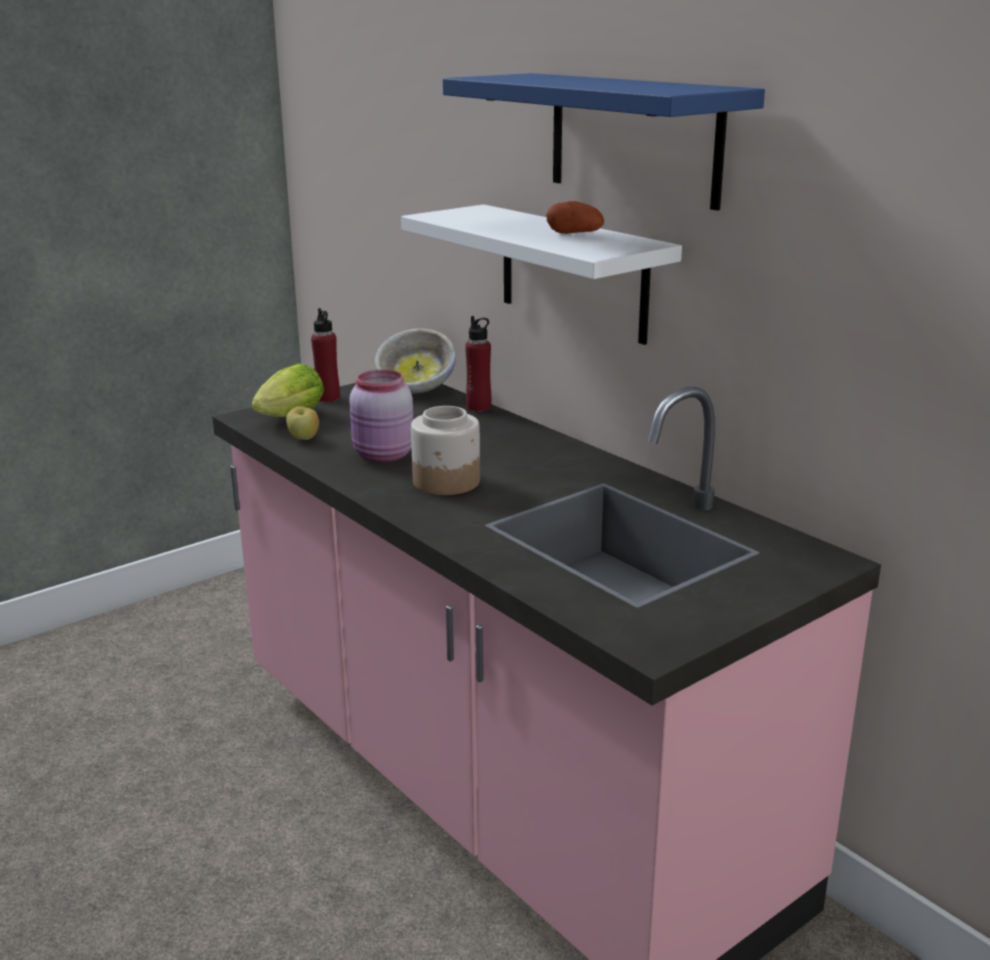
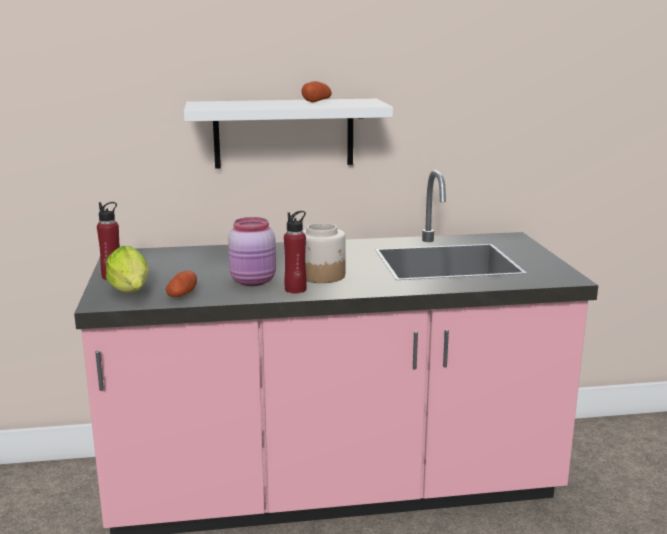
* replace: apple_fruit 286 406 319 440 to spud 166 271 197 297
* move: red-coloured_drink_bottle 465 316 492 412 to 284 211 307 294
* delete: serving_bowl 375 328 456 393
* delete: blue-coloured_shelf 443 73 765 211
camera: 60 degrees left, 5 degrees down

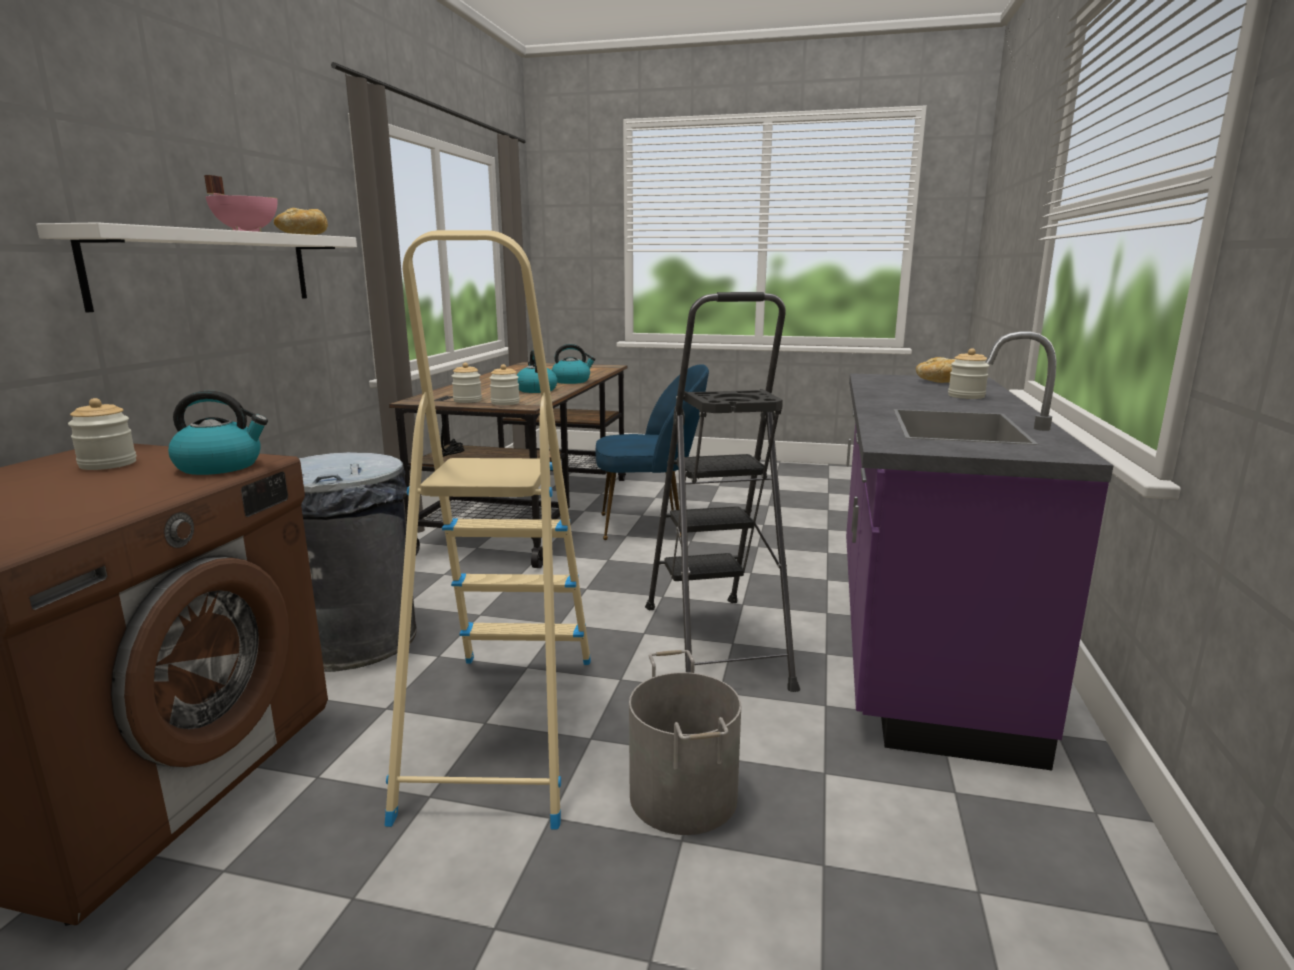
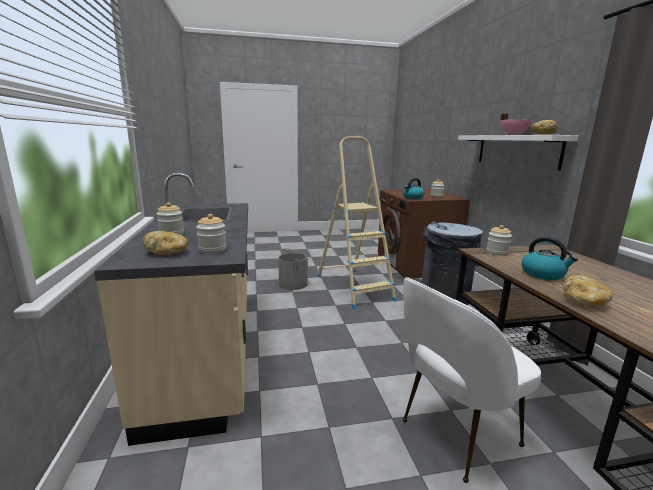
* recolor: purplish_counter 846 331 1114 770 to beige-coloured_counter 94 173 248 446
* move: storage_jar 452 363 482 403 to 196 214 226 253
* recolor: blue-coloured_plain_chair 596 364 709 540 to whitish_plain_chair 403 277 541 483
* replace: water_kettle 552 344 596 384 to bread 563 275 613 307
* delete: stepladder 645 292 800 692
camera: 155 degrees right, 0 degrees up

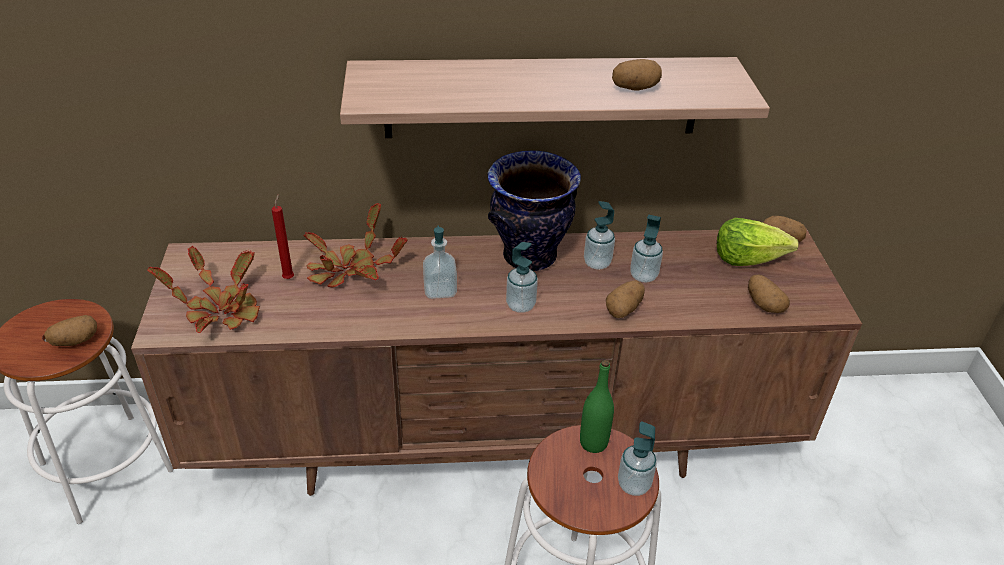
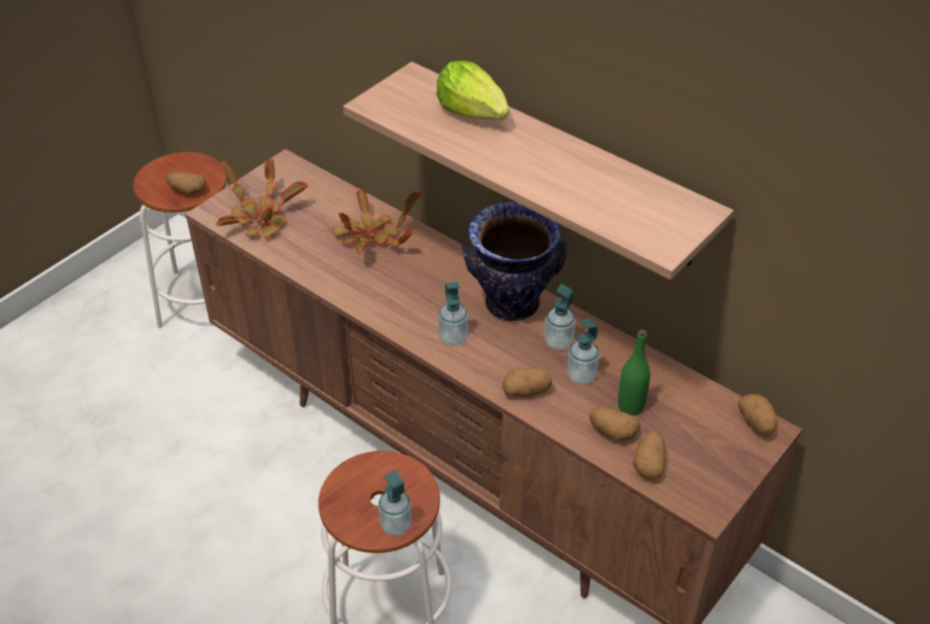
* move: lettuce_head 717 218 799 266 to 436 61 510 120
* move: spud 612 59 662 91 to 589 406 640 441
* move: green_drink_bottle 580 360 614 453 to 618 329 650 415
* delete: red-coloured_candle 272 194 294 279
* delete: soap_bottle 423 225 457 299
camera: 45 degrees right, 5 degrees up

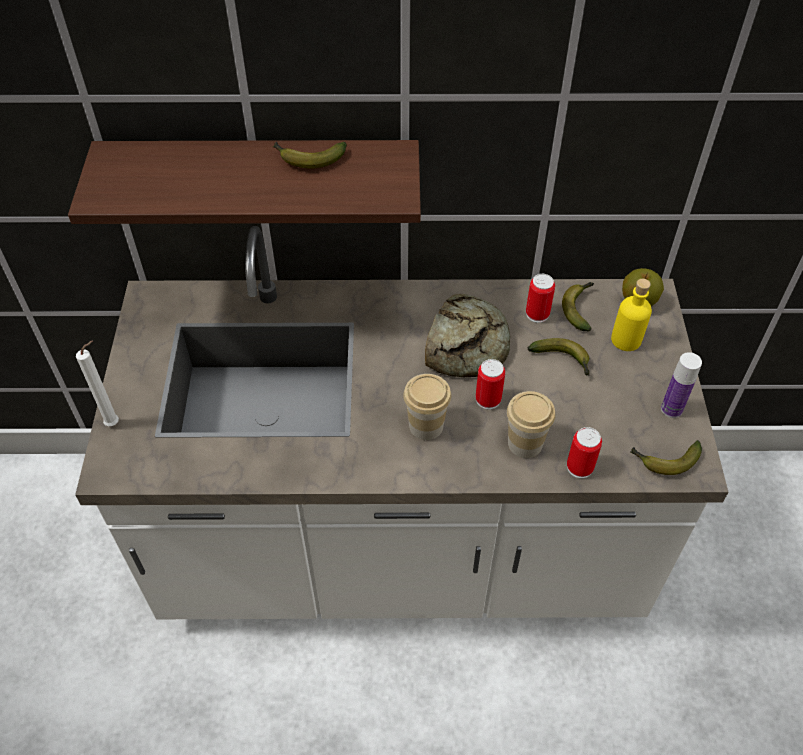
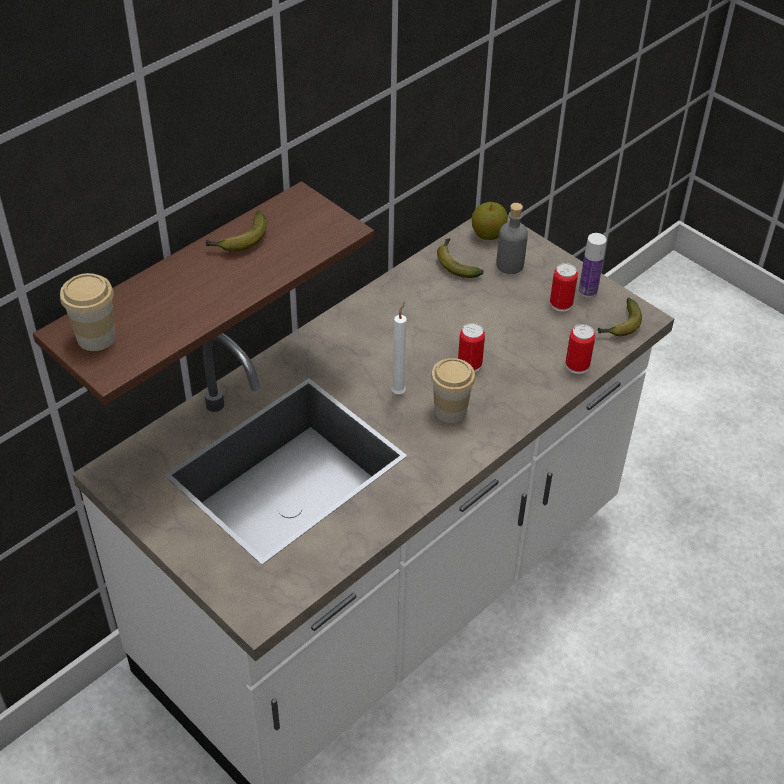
* move: small_cup 507 391 555 458 to 60 273 116 351
* move: whitish_candle 76 341 119 426 to 391 301 407 394
* recolor: yellowish_drink_bottle 611 279 652 351 to greyish_drink_bottle 496 203 528 274
* move: can 526 274 555 323 to 550 263 578 312
* delete: bread 425 294 510 377
* delete: banana 528 338 589 376
camera: 45 degrees left, 5 degrees down

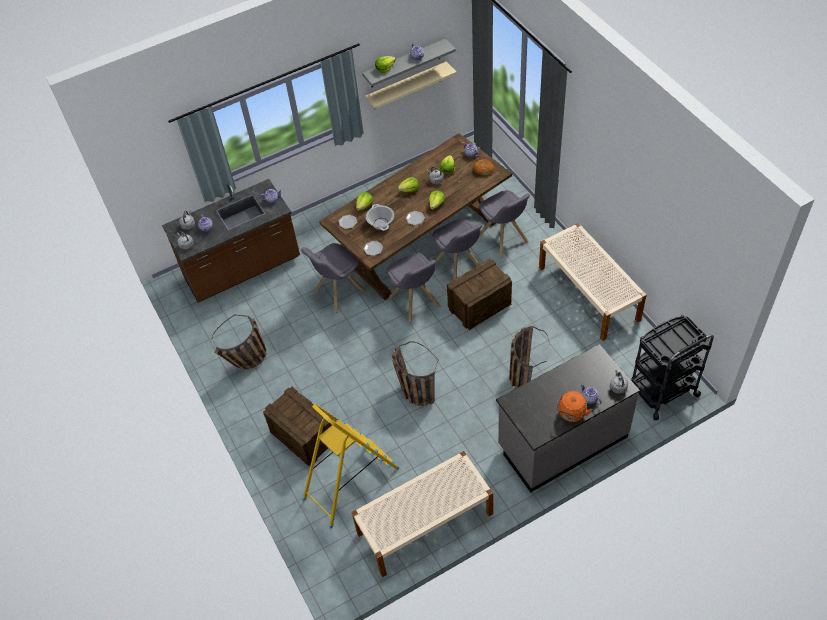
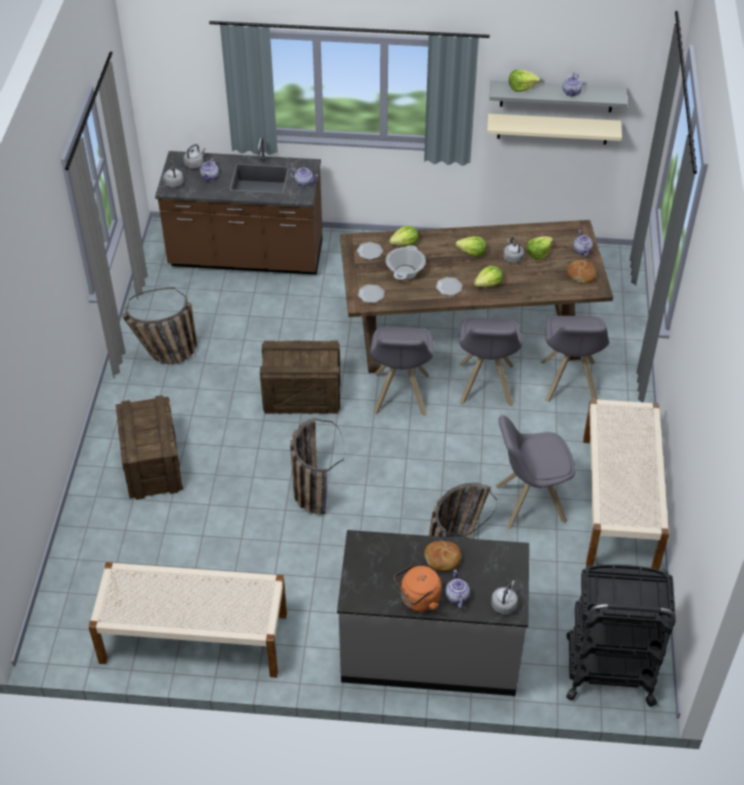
* move: crate 447 259 512 330 to 260 340 341 414
* insert: bread 424 541 461 571
* move: greyish_plain_chair 301 243 366 313 to 495 415 575 529
* delete: yellowish_stepladder 303 404 399 529
camera: 30 degrees right, 5 degrees down

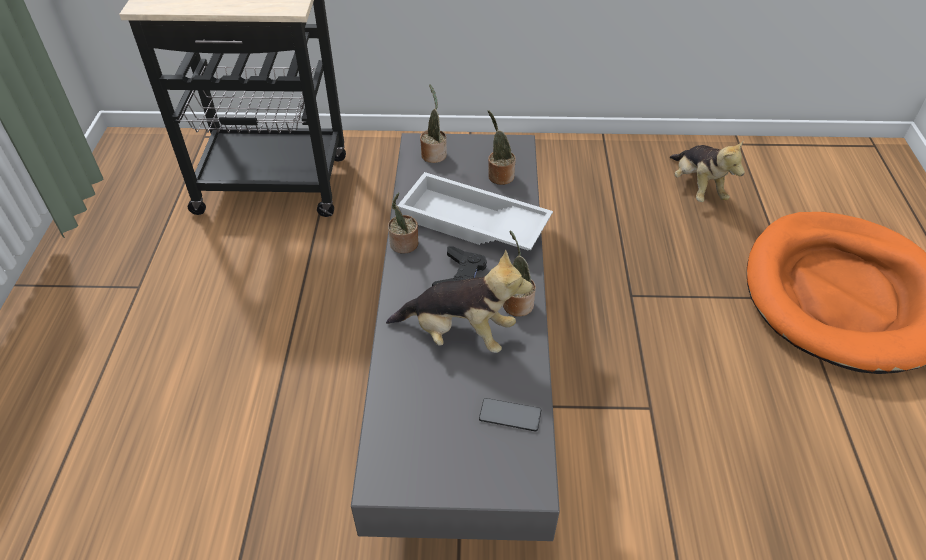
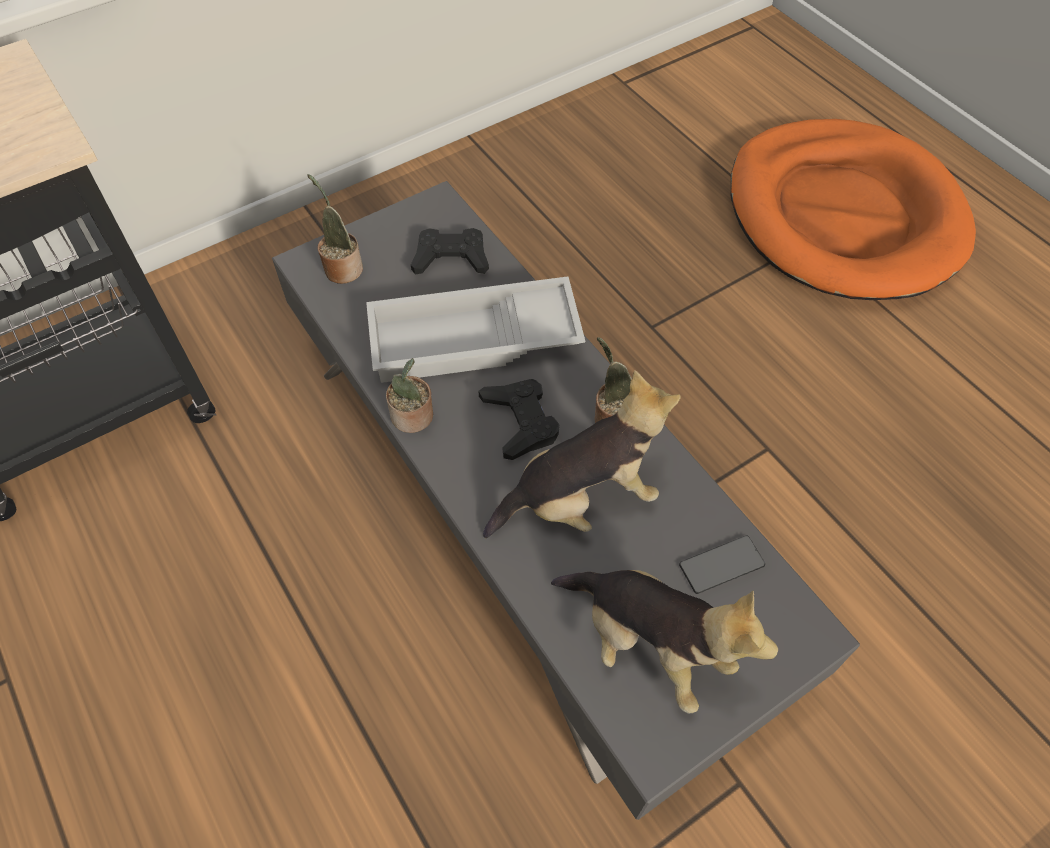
* replace: potted_plant 488 110 516 185 to black_game_controller 411 228 489 274
* move: cuddly_toy 670 140 745 202 to 551 570 778 713
camera: 35 degrees left, 10 degrees up

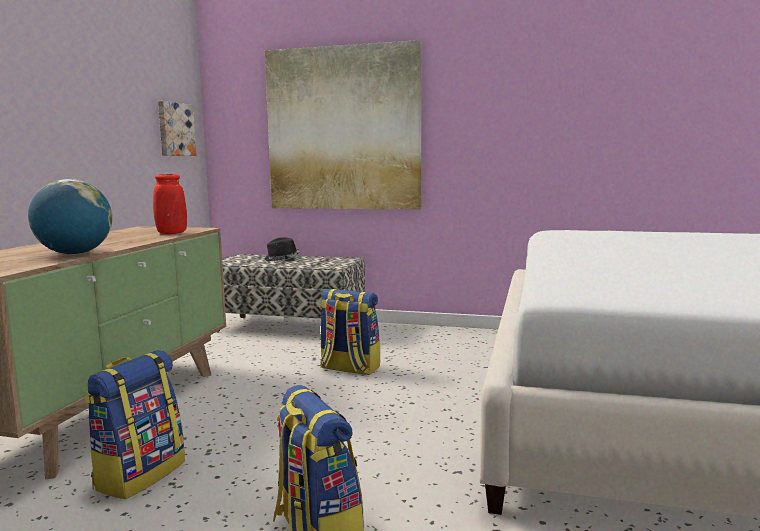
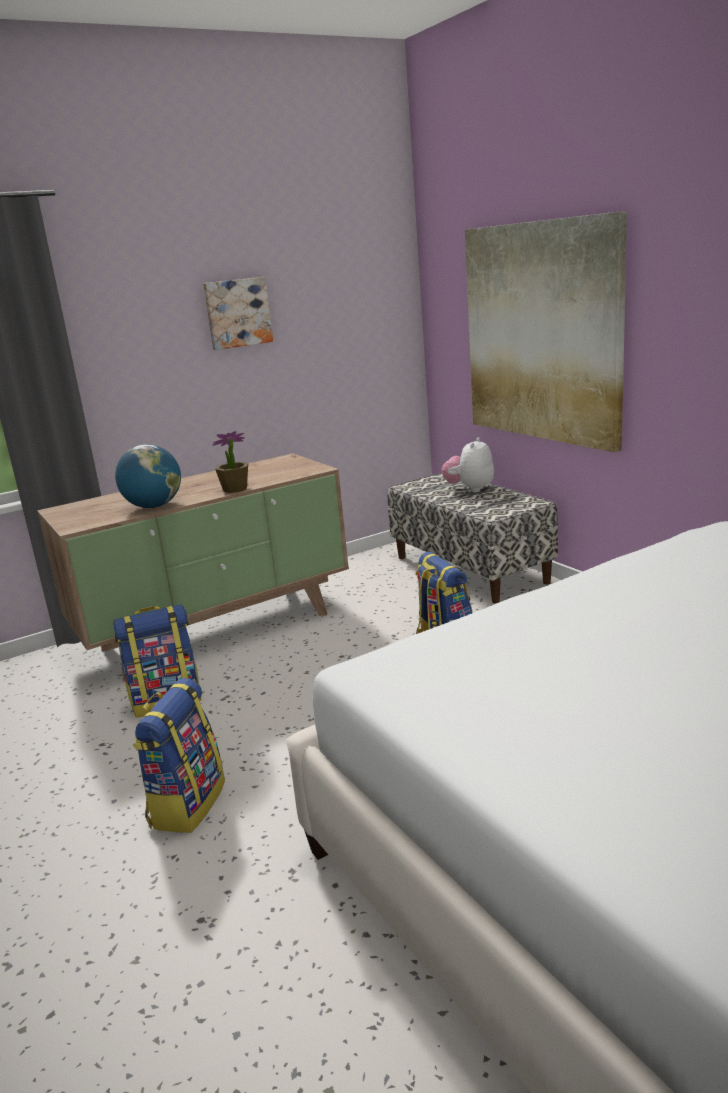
* move: wall_art 158 101 196 156 to 203 277 273 350
* insert: potted_plant 212 431 248 493
* replace: black_clothing_hat 264 237 300 262 to cuddly_toy 442 437 494 492
* delete: red-coloured_decorative_vase 153 174 187 234
camera: 45 degrees right, 10 degrees up

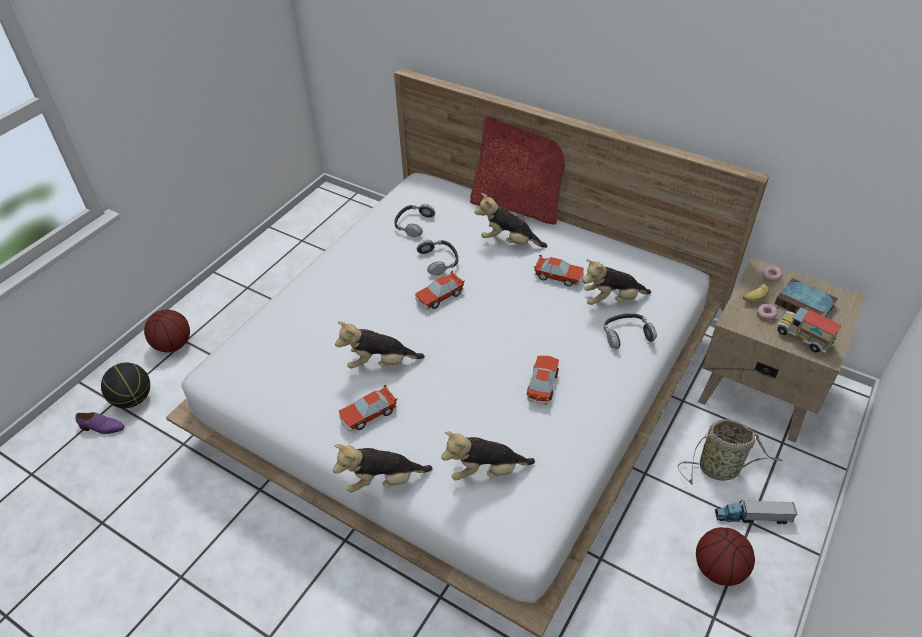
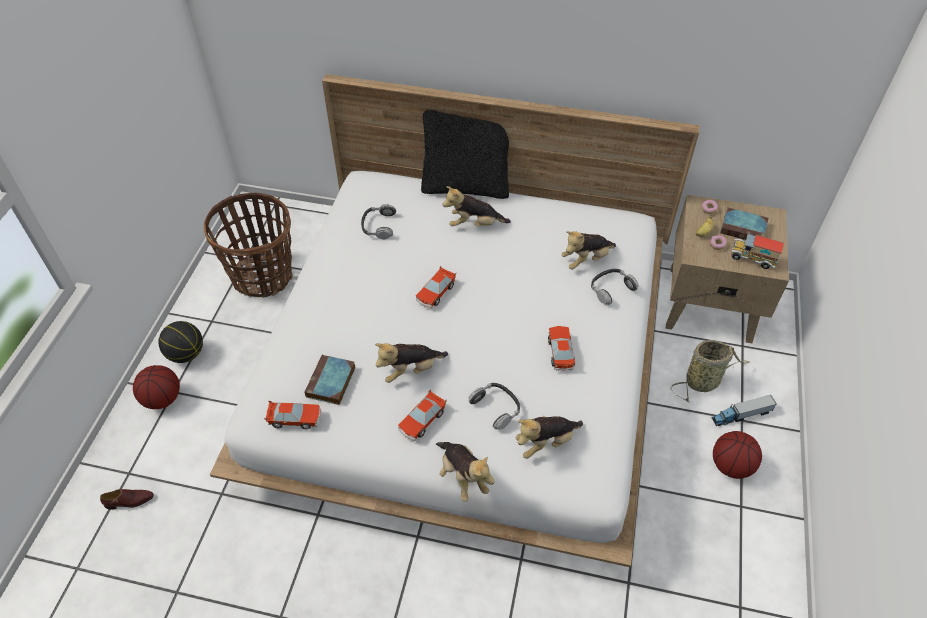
* recolor: purplish_item_of_footwear 76 412 125 434 to brownish_item_of_footwear 100 489 154 510
* move: basketball_ball 101 363 150 408 to 158 321 203 363
* insert: storage_basket 204 193 293 298
* move: toy_car 534 255 584 287 to 264 401 321 430
* insert: volume 304 355 355 405
* recolor: red-coloured_throw_pillow 470 117 565 225 to black_throw_pillow 421 110 509 199
* rotate: cuddly_toy 333 444 433 493 = 436 442 495 502 90 degrees counterclockwise
* move: pair_of_headphones 417 240 458 276 to 469 383 520 430
camera: 20 degrees left, 5 degrees up

